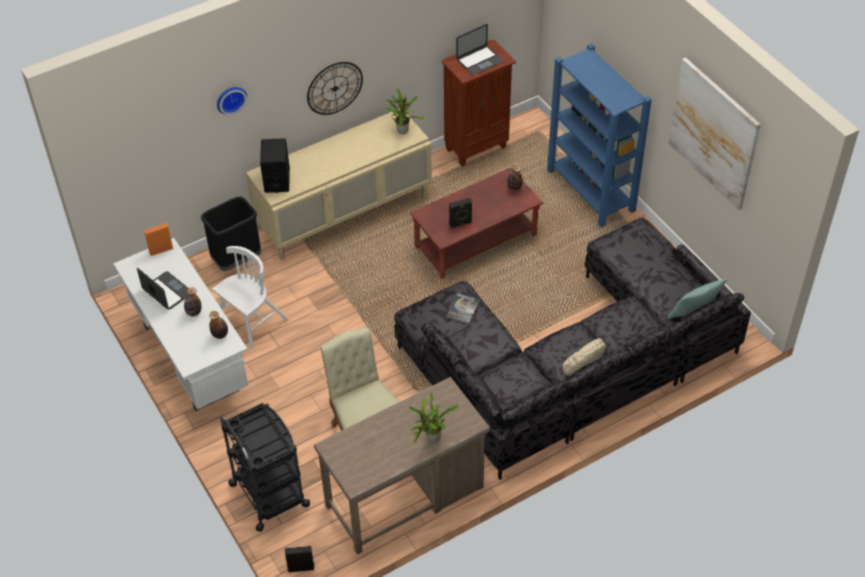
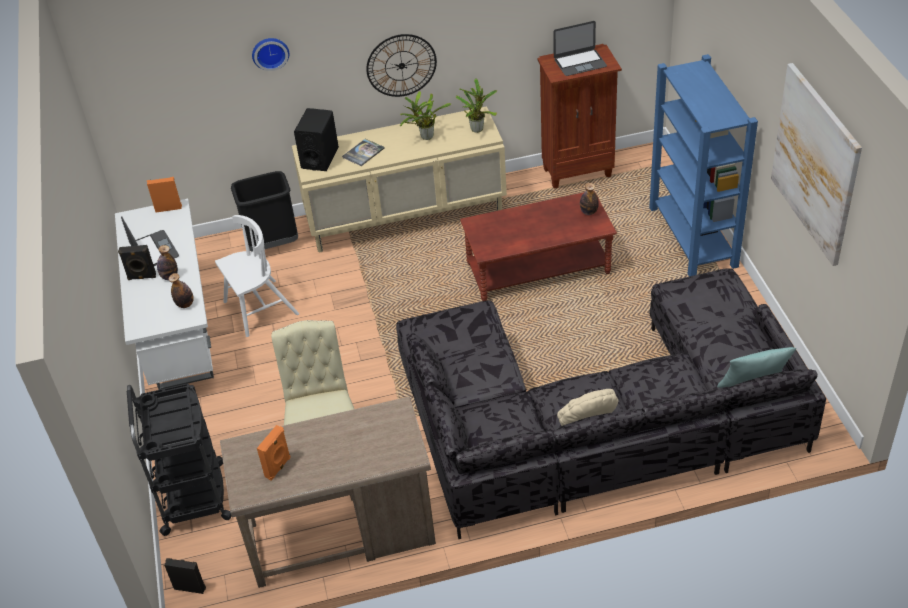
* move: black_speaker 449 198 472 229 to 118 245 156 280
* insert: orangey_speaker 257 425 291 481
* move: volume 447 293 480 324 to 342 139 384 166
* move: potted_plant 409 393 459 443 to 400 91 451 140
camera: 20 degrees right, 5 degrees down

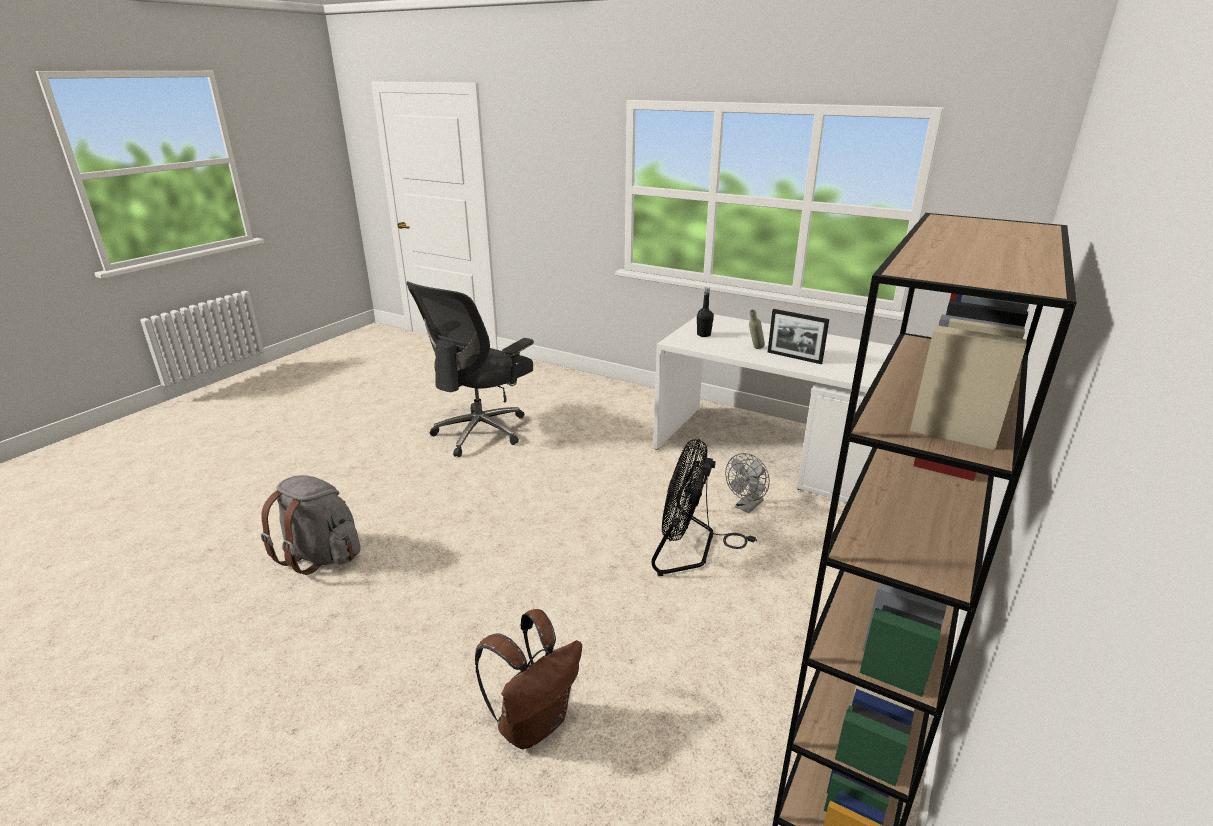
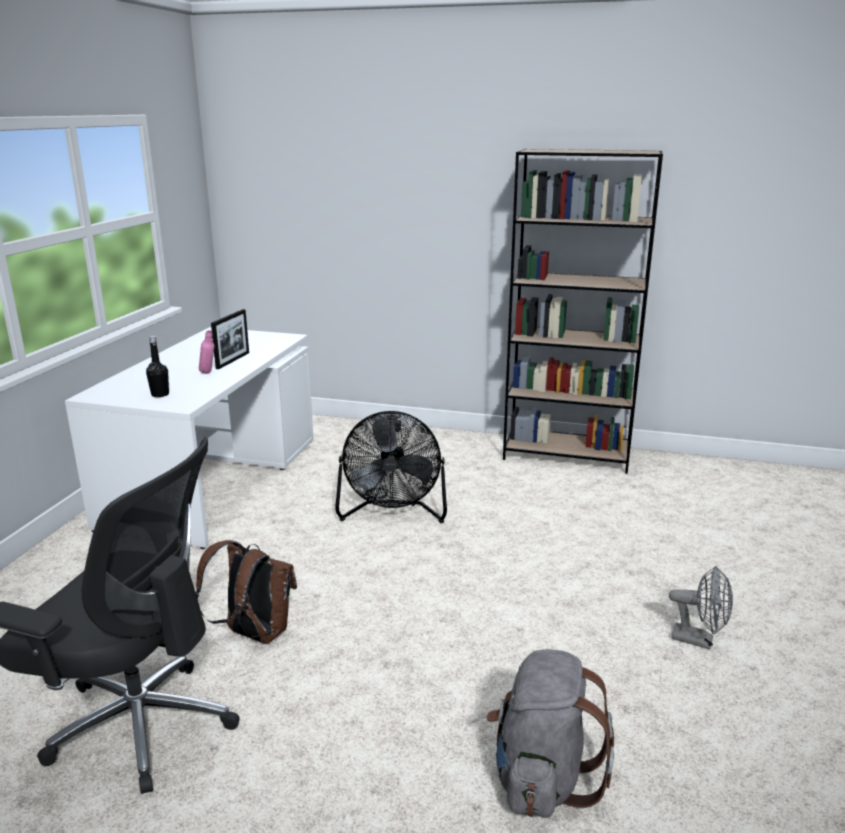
* move: brownish_rucksack 475 609 582 749 to 196 540 297 643
* recolor: greyish_drink_bottle 749 309 765 349 to pink-coloured_drink_bottle 199 330 214 374
* move: greyish_fan 725 453 770 513 to 669 566 733 650
camera: 105 degrees left, 5 degrees down

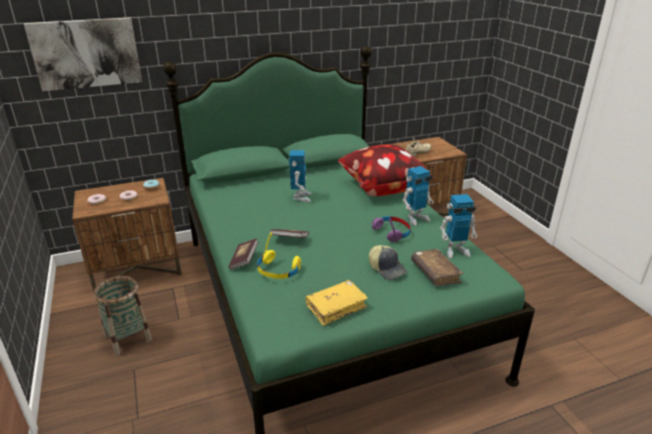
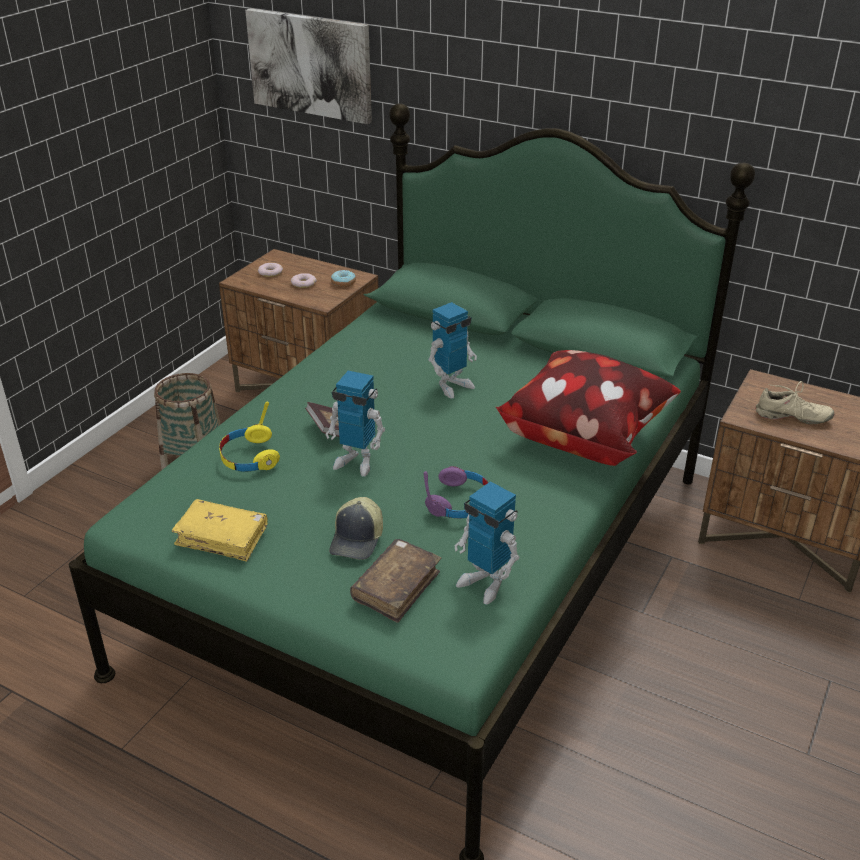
* move: model_robot 403 166 433 226 to 325 371 385 477
* delete: volume 228 238 259 270
camera: 50 degrees right, 5 degrees up

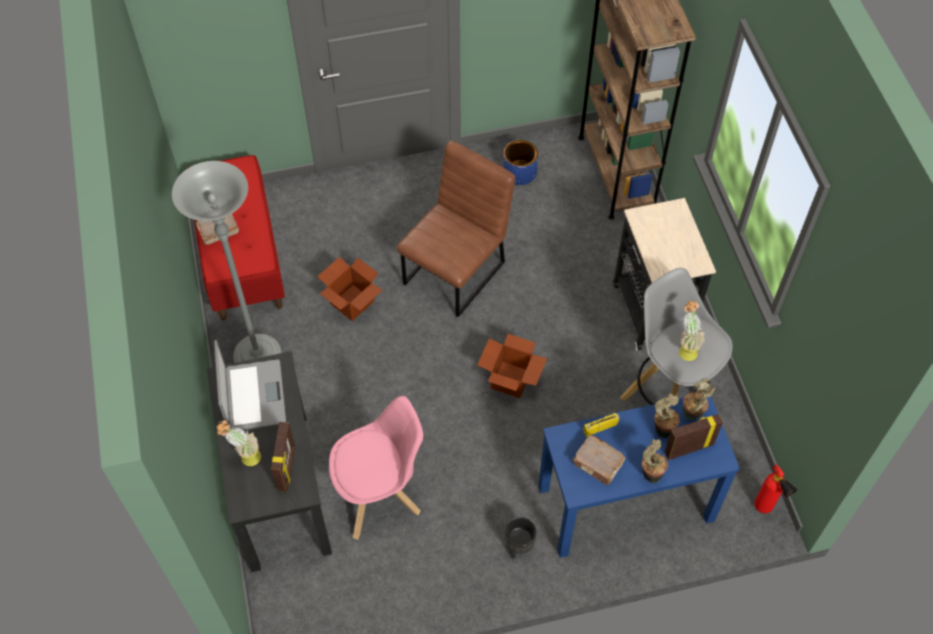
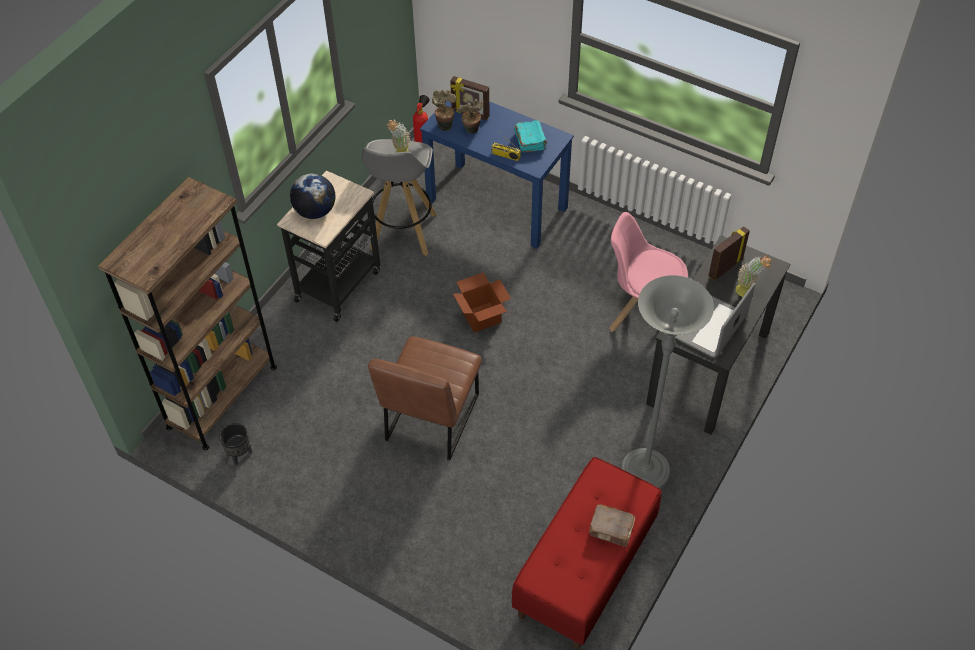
* move: black_plant_pot 505 517 536 559 to 219 423 252 465
* insert: desk_globe 290 174 335 219
* rotate: brownish_plain_chair 397 140 515 317 = 368 336 482 460 60 degrees counterclockwise
* recolor: brownish_volume 573 435 625 485 to blue-green_volume 514 120 547 153
* delete: carton 317 257 382 321
* delete: blue-coloured_plant_pot 503 140 538 185
* delete: potted_plant 642 439 668 483
camera: 135 degrees left, 5 degrees down

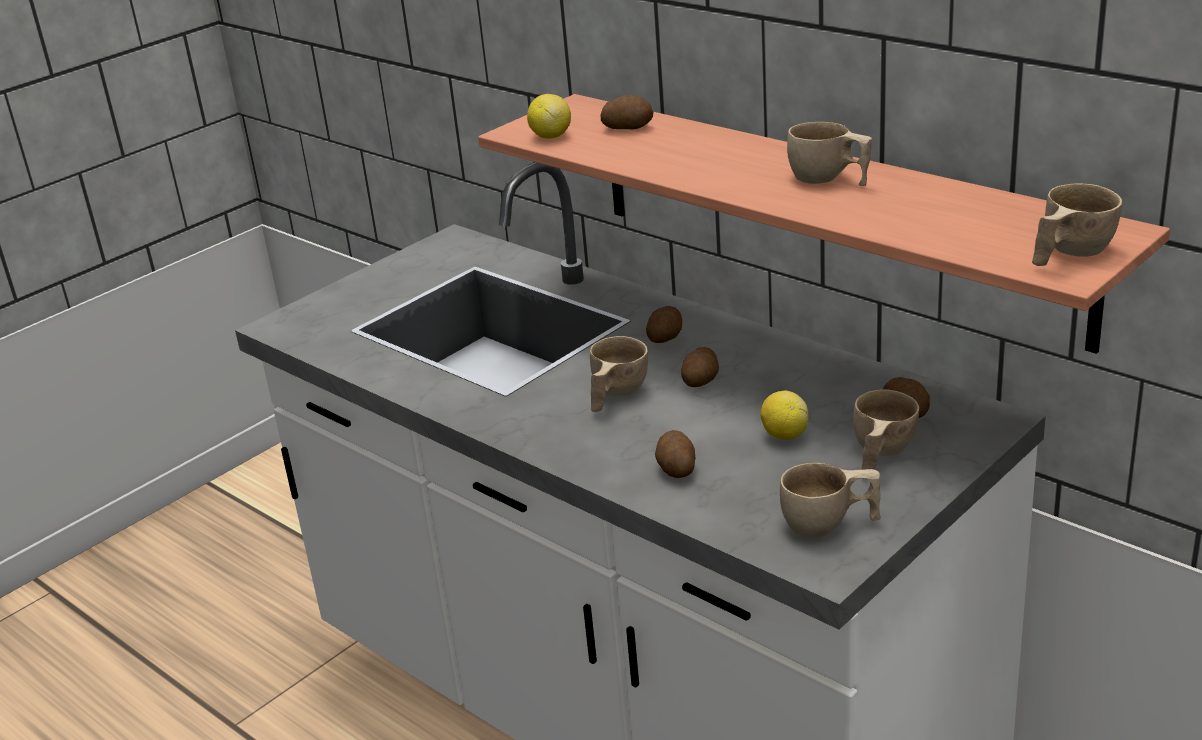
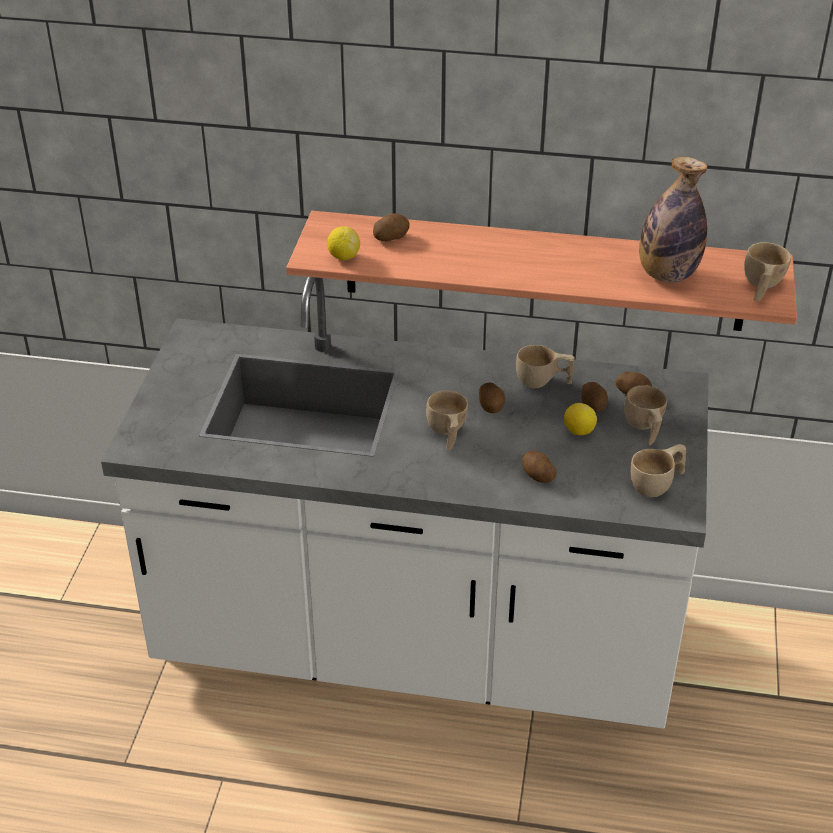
* move: beige-coloured_small_cup 787 122 872 186 to 516 345 575 388
* move: spud 646 306 682 343 to 582 382 608 413
* insert: drink_bottle 639 157 707 283
camera: 35 degrees left, 10 degrees up

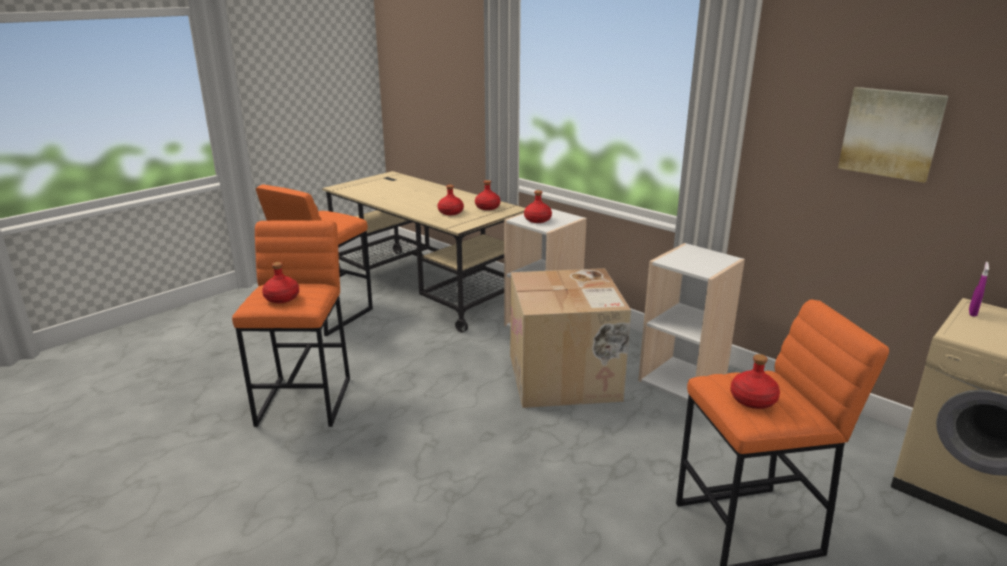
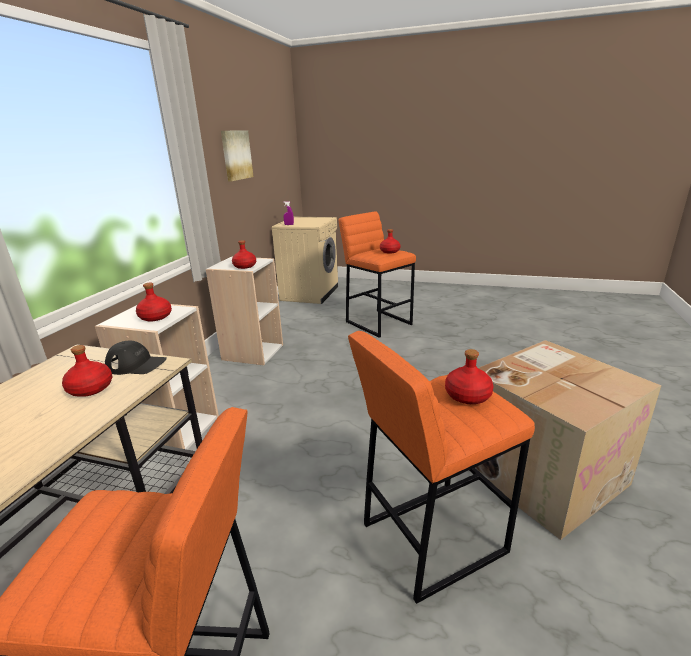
* insert: black_peaked_cap 105 341 167 375
* move: red-coloured_drink_bottle 475 180 500 210 to 232 240 256 269
* move: carton 510 268 631 408 to 475 340 662 540
camera: 115 degrees left, 0 degrees up

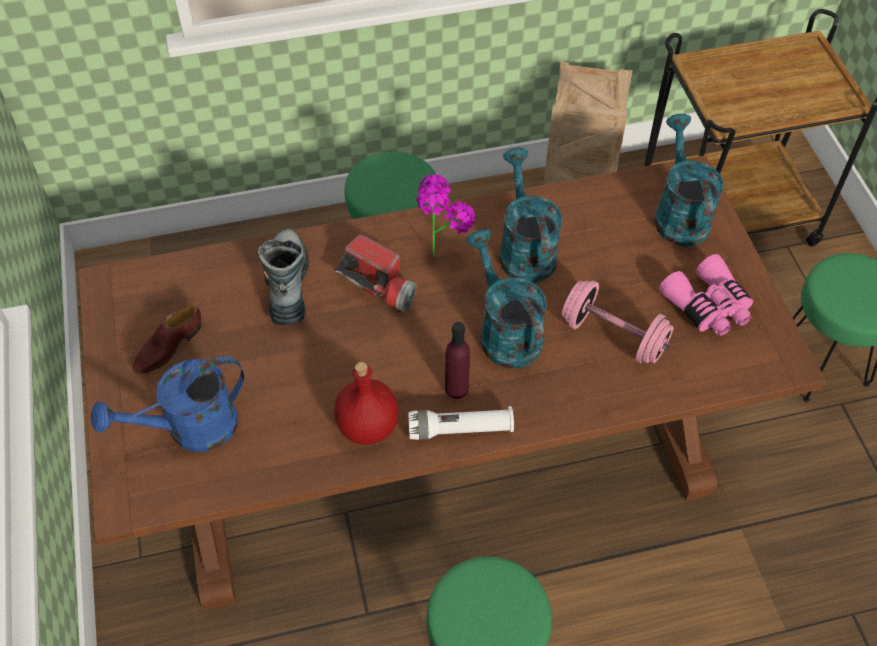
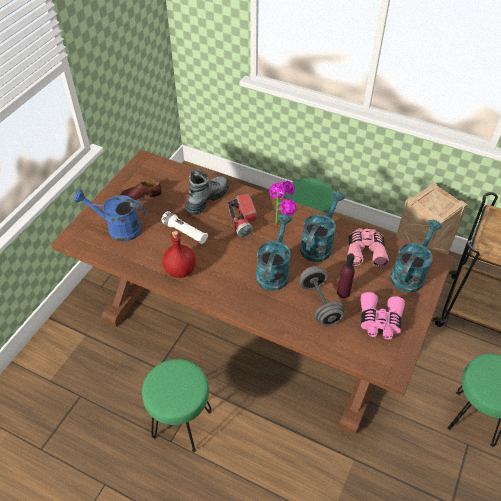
* move: whitish_torch 408 406 514 440 to 161 211 208 244
* recolor: pink-coloured_free_weight 562 280 674 363 to greyish_free_weight 300 266 344 326
* move: purplish_drink_bottle 445 322 470 399 to 337 253 355 298
* insert: pink-coloured_binoculars 348 228 389 267
camera: 40 degrees right, 5 degrees down

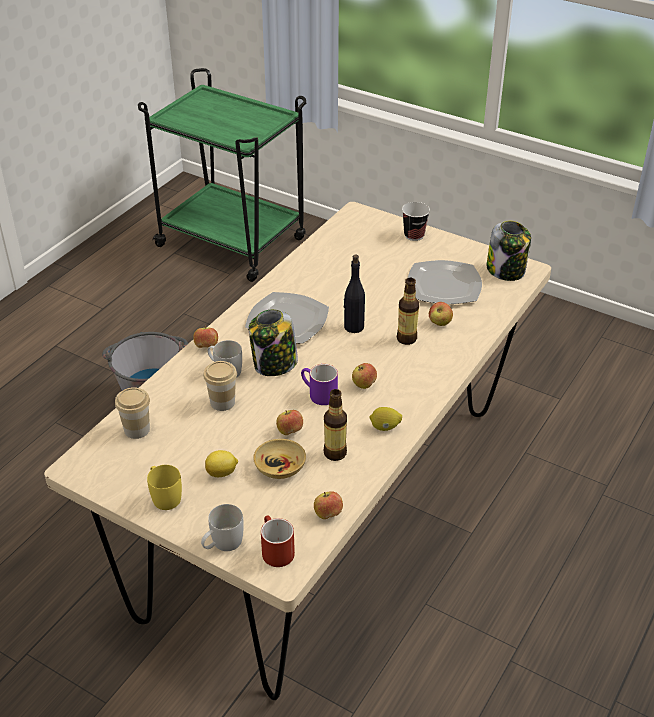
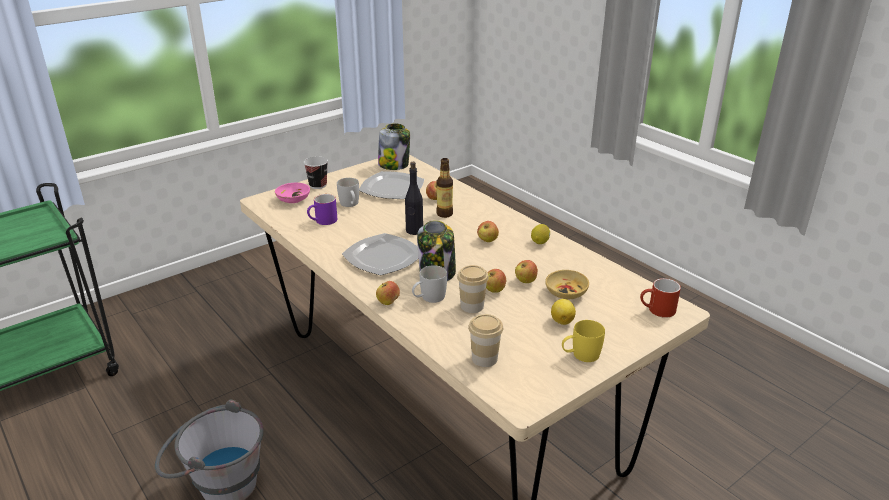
* insert: pink-coloured_serving_bowl 275 182 310 203
* move: purplish_coffee_mug 301 364 338 405 to 307 194 337 225
* move: whitish_coffee_mug 201 504 244 551 to 337 178 359 207
* move: apple_fruit 314 491 343 519 to 486 269 506 293
* delete: drink_bottle 324 389 347 461
camera: 70 degrees left, 10 degrees down

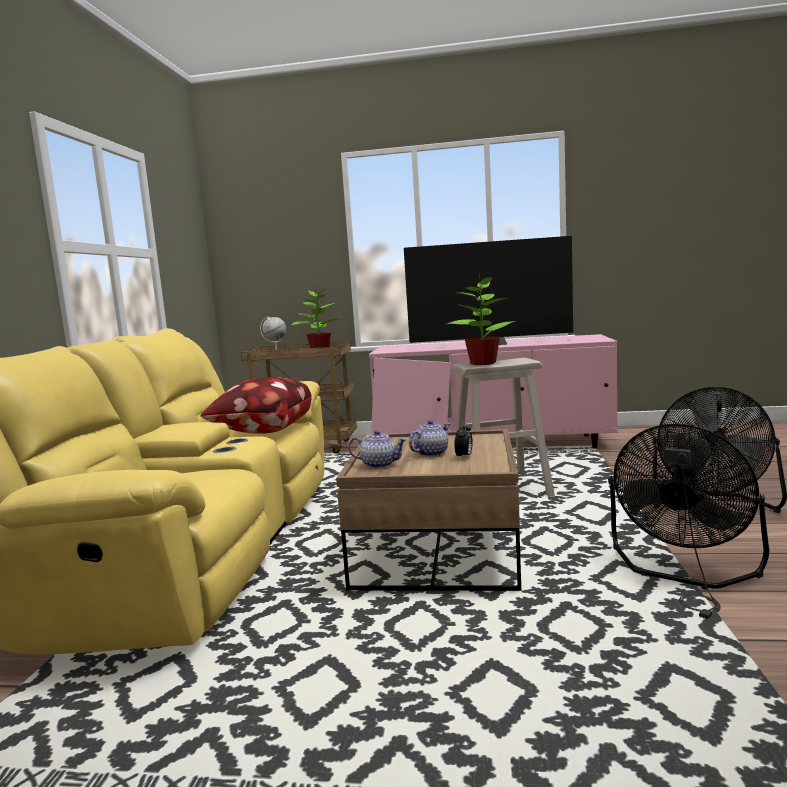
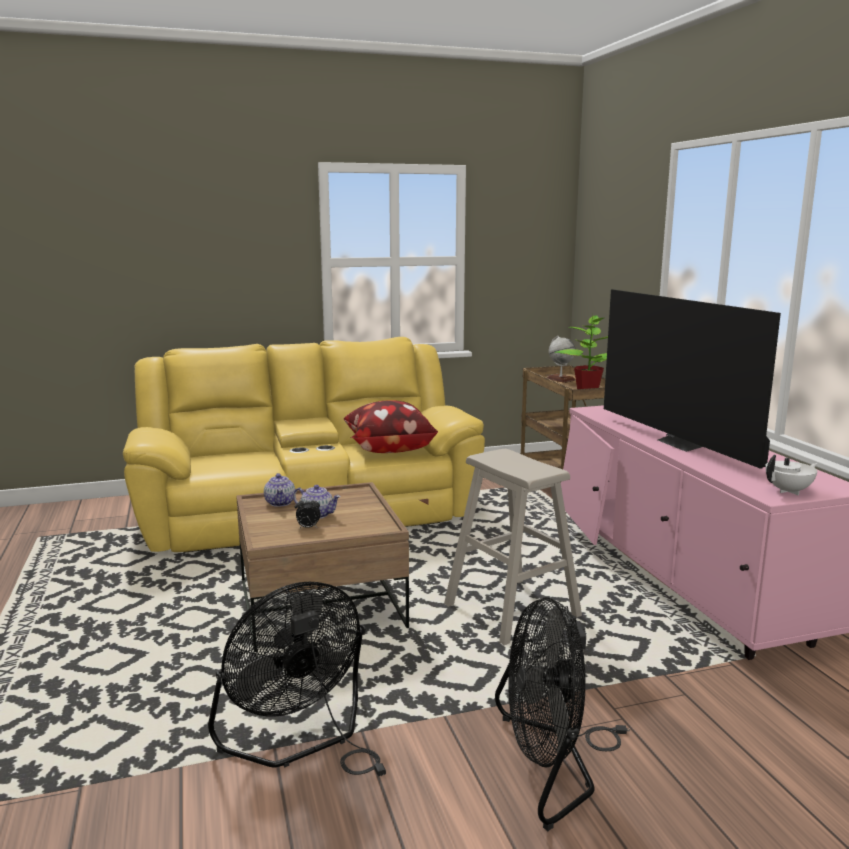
* rotate: black_fan 608 424 769 619 = 208 582 386 776 135 degrees counterclockwise
* insert: whitish_pot_for_tea 765 455 818 495
* delete: potted_plant 447 273 516 365
camera: 65 degrees right, 5 degrees up

